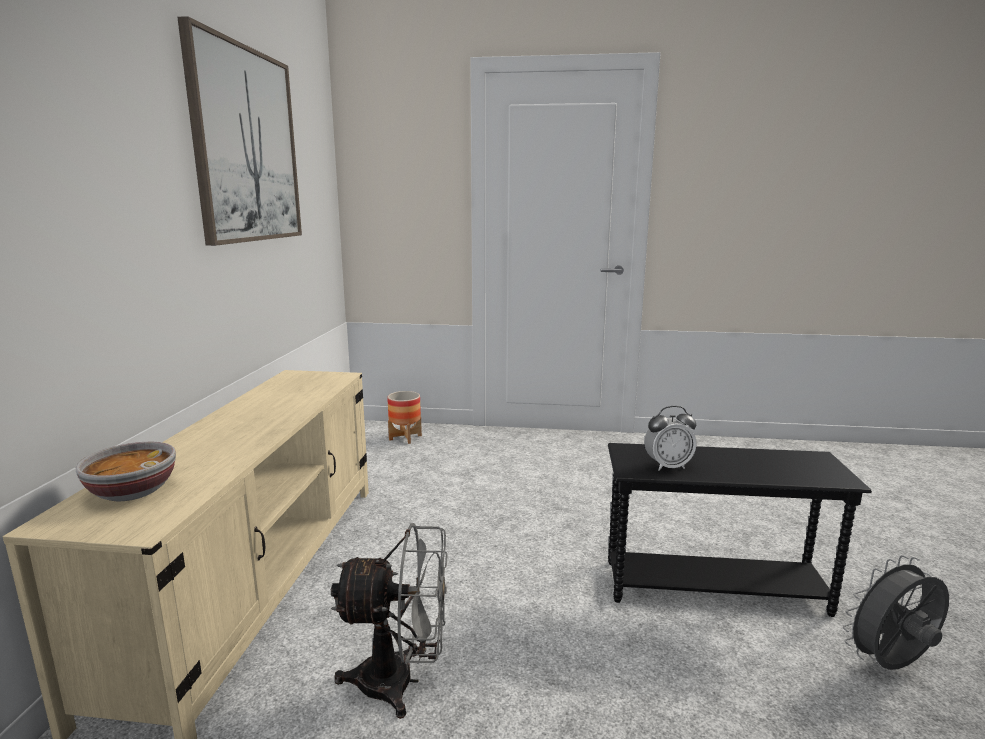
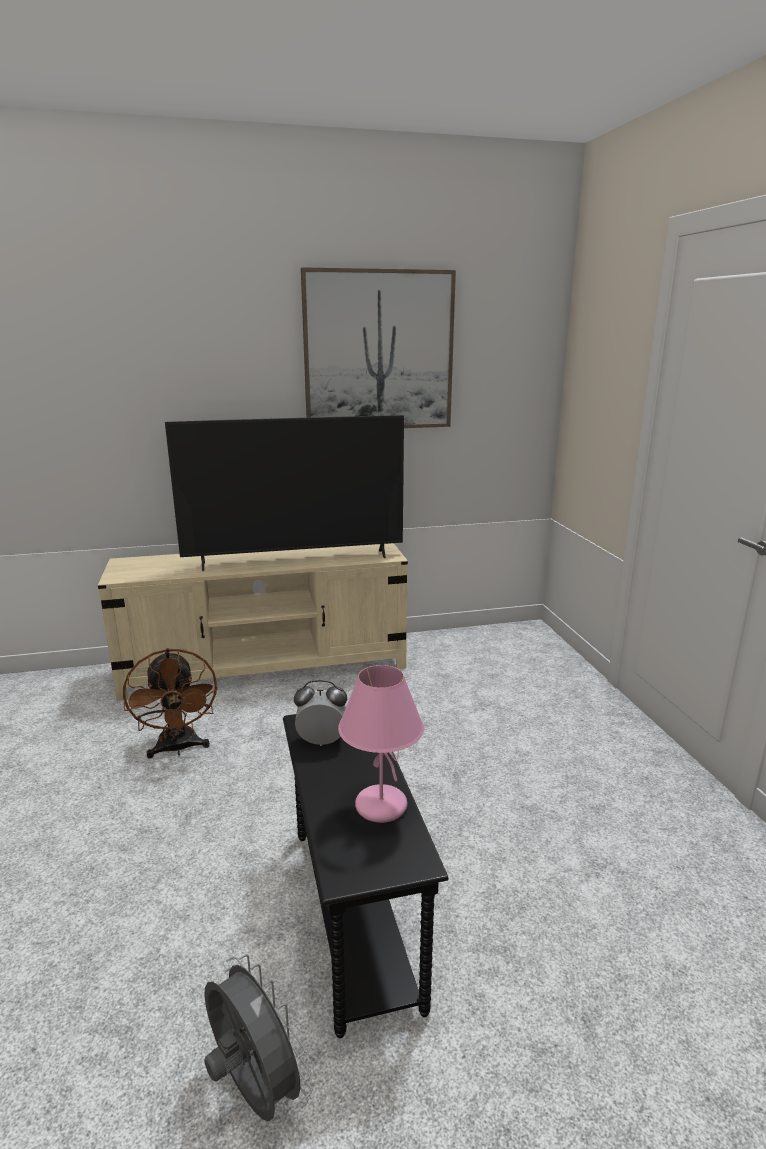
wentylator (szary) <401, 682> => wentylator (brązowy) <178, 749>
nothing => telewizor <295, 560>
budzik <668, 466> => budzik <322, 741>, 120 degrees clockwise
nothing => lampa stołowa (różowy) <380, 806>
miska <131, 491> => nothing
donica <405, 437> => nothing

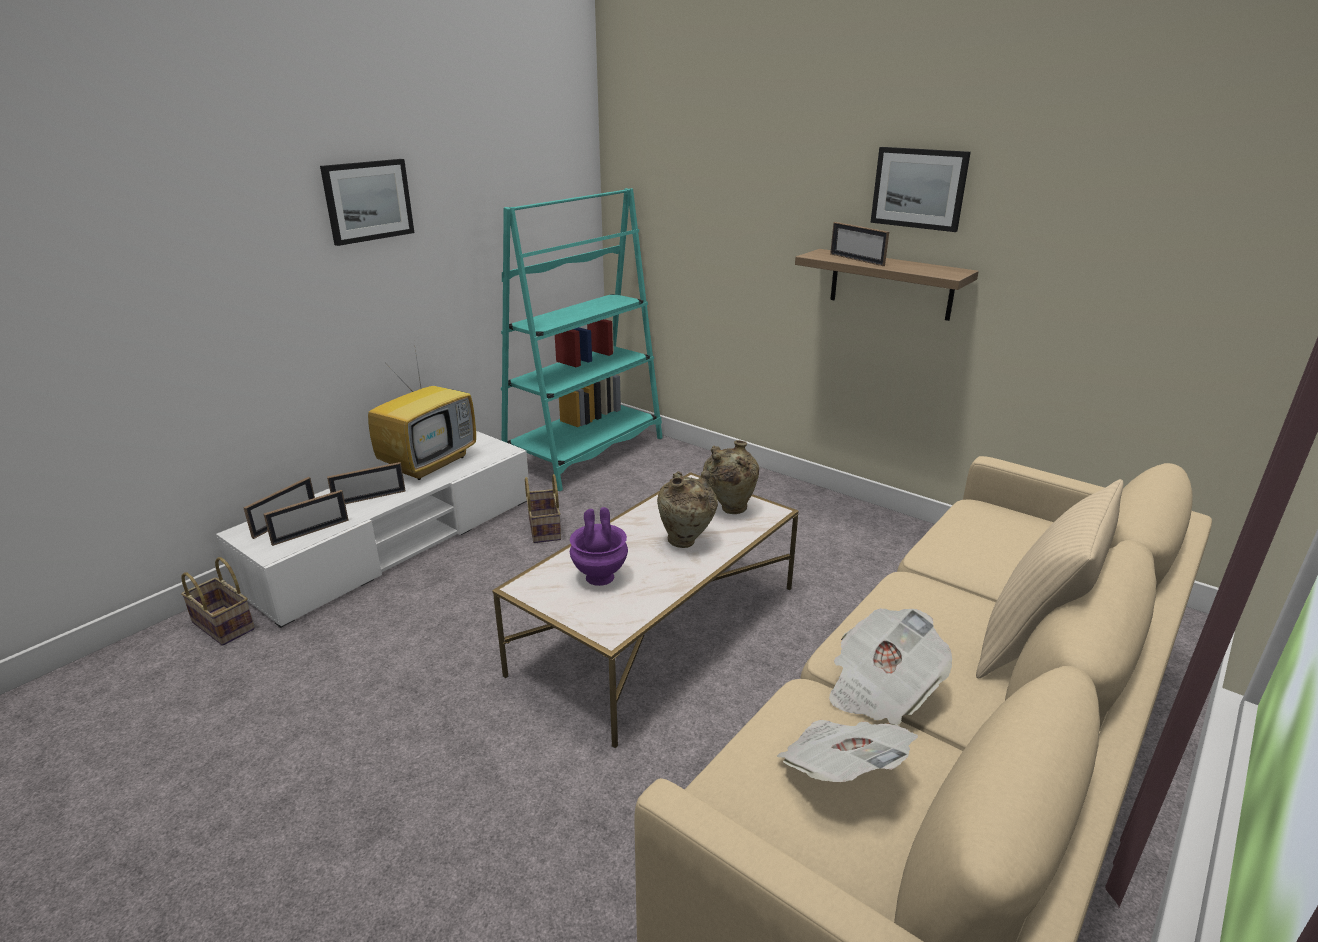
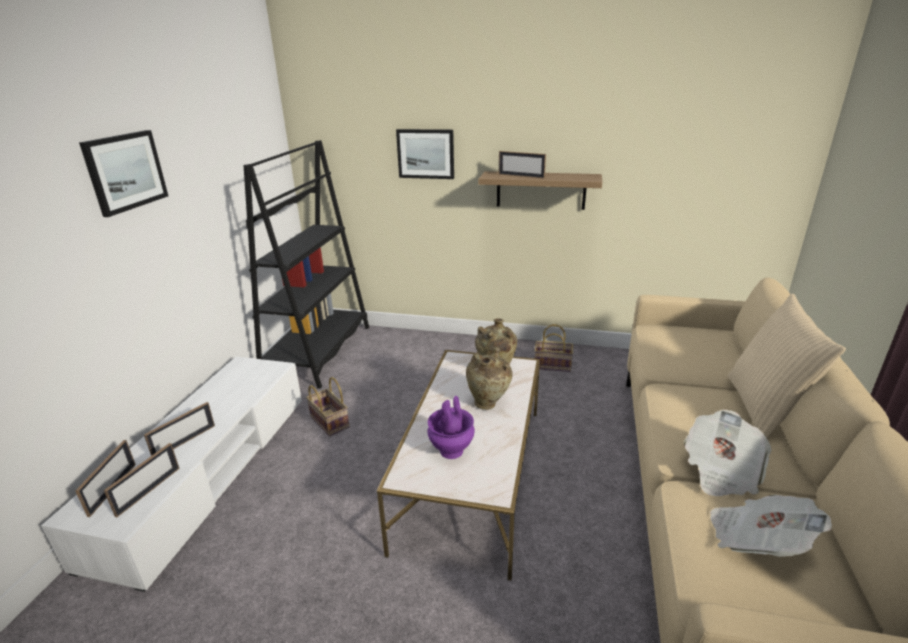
regał (turkusowy) <585, 453> => regał (czarny) <319, 353>
obraz <919, 188> => obraz <426, 154>, move
koszyk <225, 626> => koszyk <553, 365>, move
telewizor <430, 463> => nothing

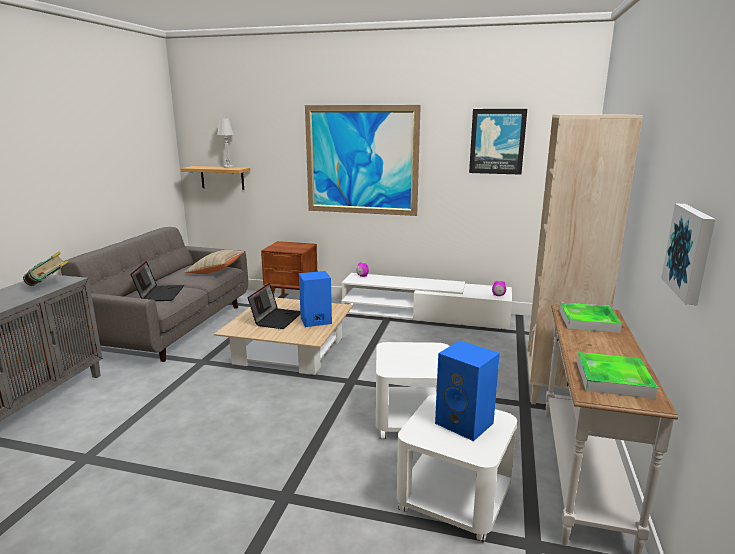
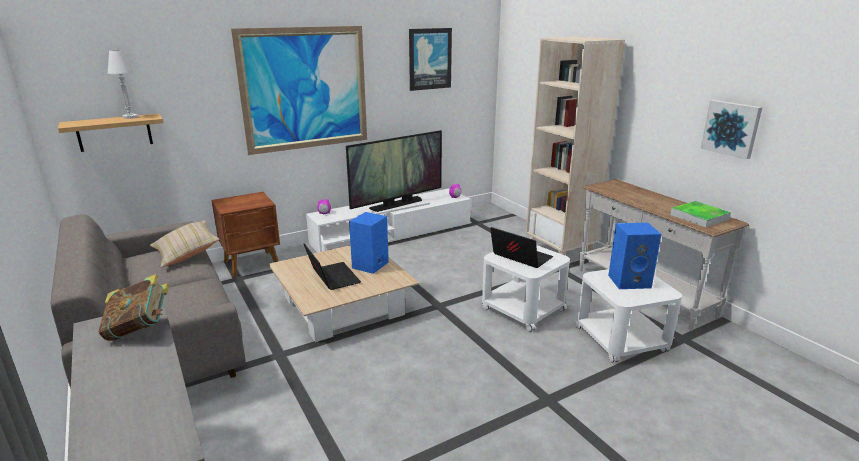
nothing => telewizor <397, 204>
laptop <160, 294> => laptop <519, 257>, move
taca <588, 321> => nothing

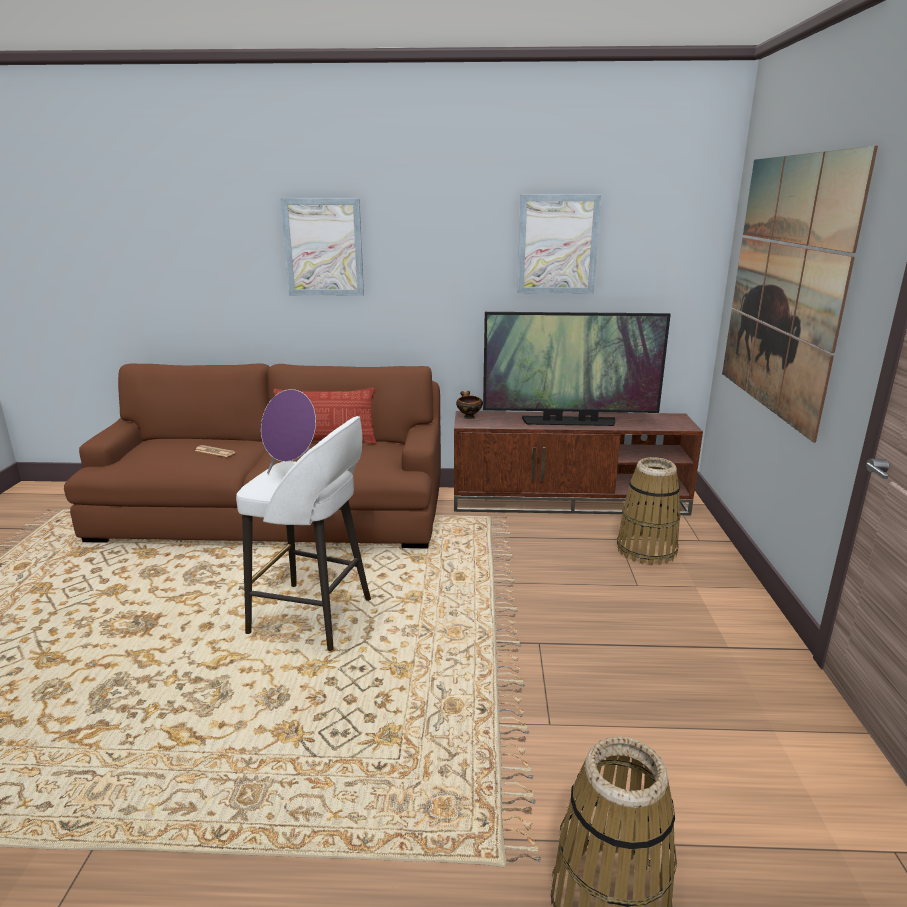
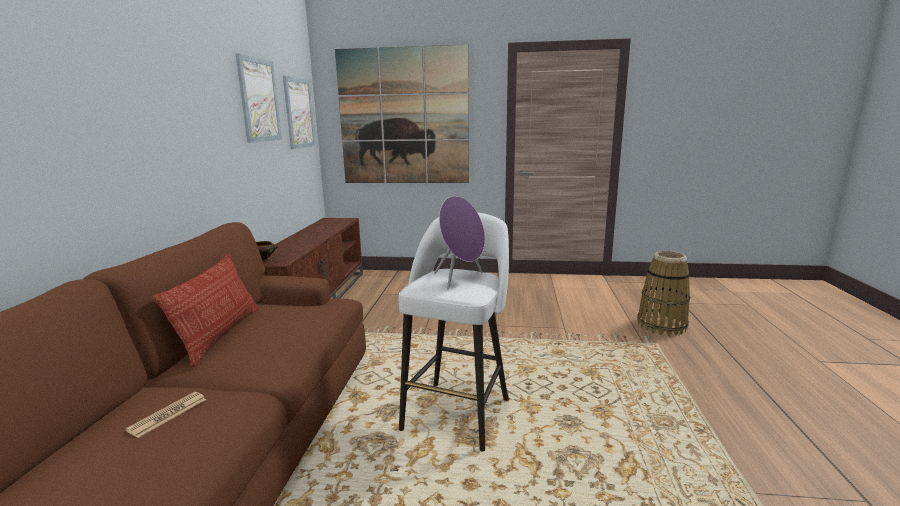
obraz <323, 247> => obraz <299, 113>, move
telewizor <569, 422> => nothing
koszyk <646, 550> => nothing

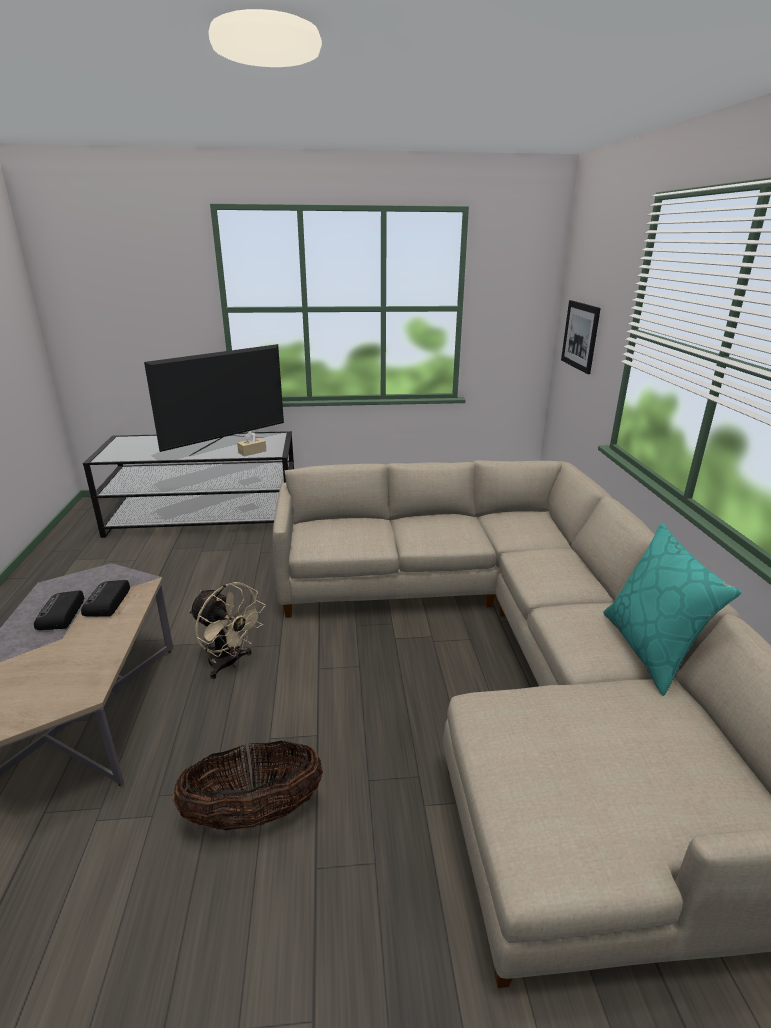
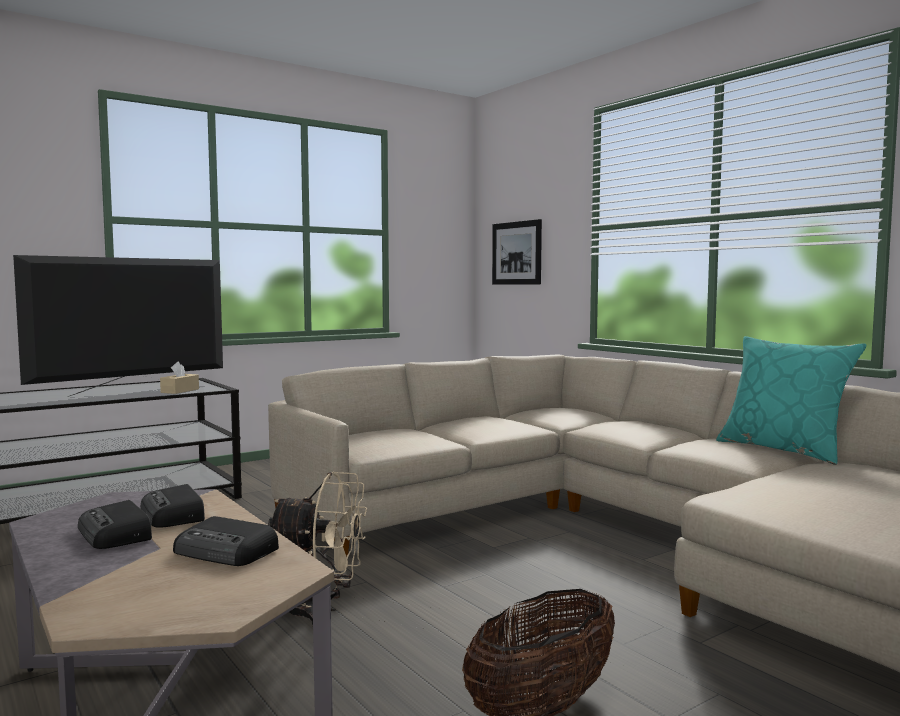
telewizor <227, 446> => telewizor <132, 391>, 150 degrees counterclockwise
nothing => radio <227, 552>

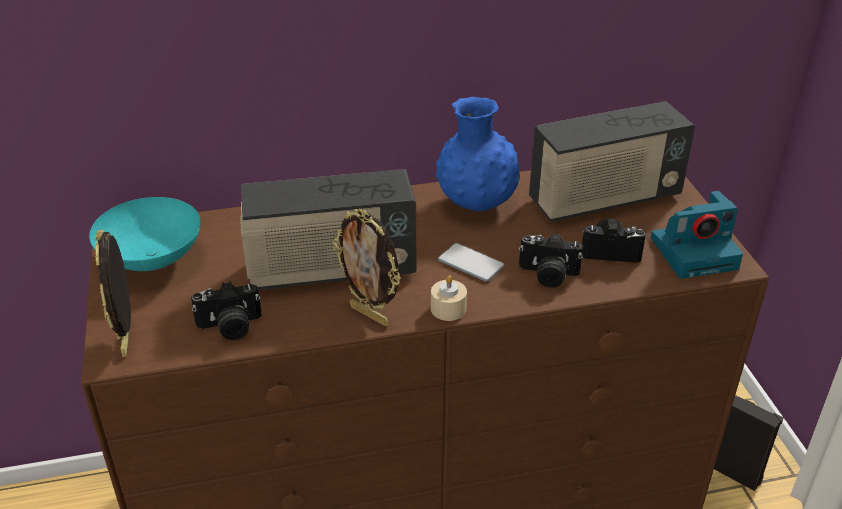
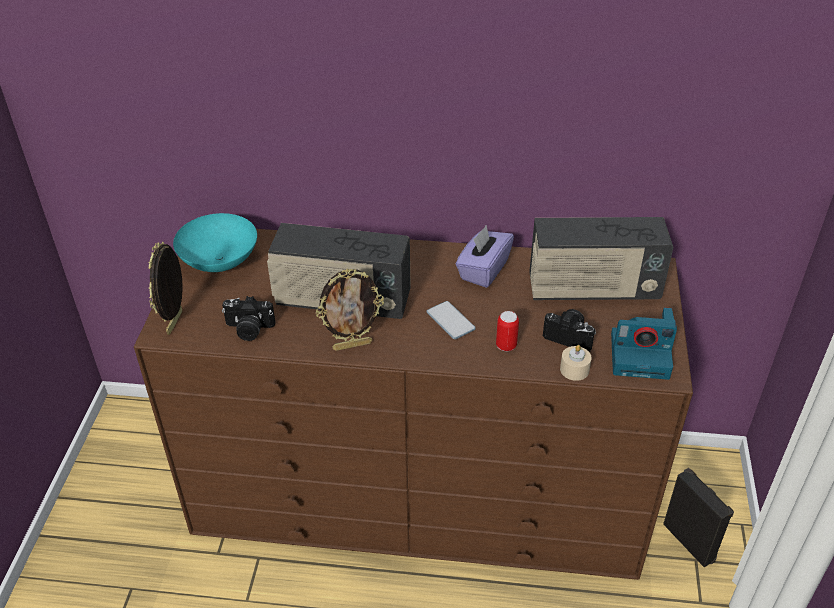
ramka na zdjęcie <370, 315> => ramka na zdjęcie <352, 345>, 75 degrees counterclockwise
wazon (niebieski) <476, 204> => pudełko chusteczek (fioletowy) <483, 270>
aparat fotograficzny <548, 275> => puszka <506, 345>
świeca (beżowy) <448, 309> => świeca (beżowy) <574, 369>, move

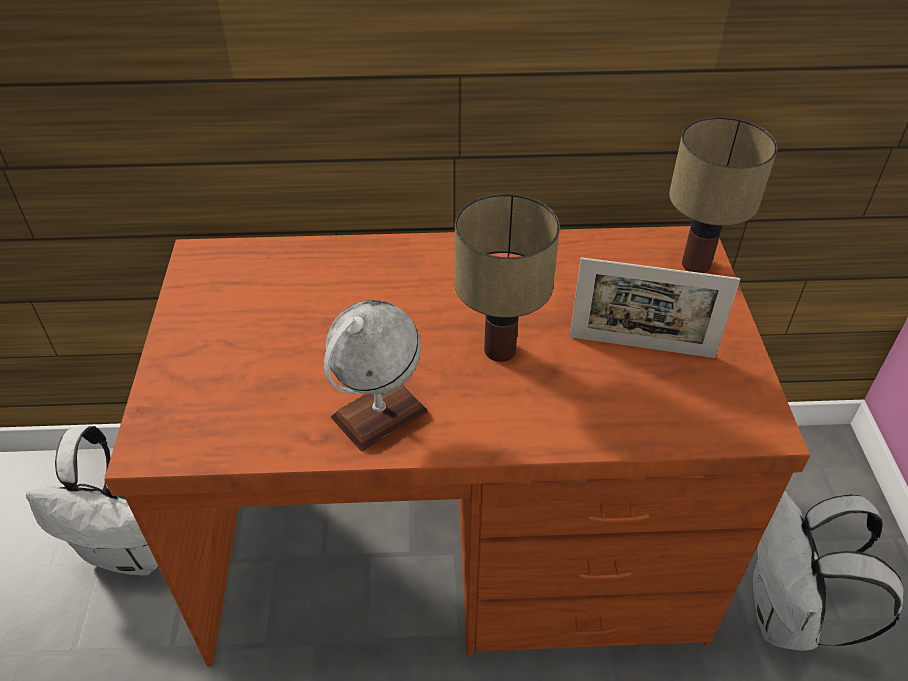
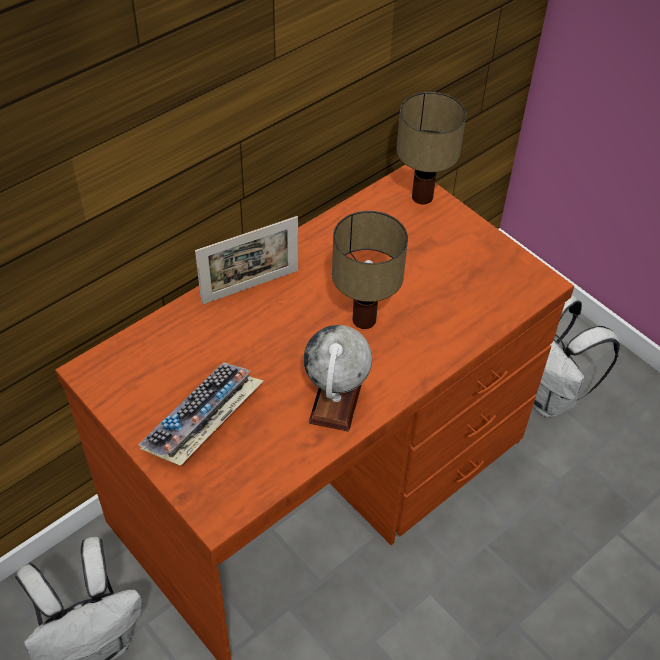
nothing => klawiatura <202, 422>
ramka na zdjęcie <641, 347> => ramka na zdjęcie <250, 287>, move

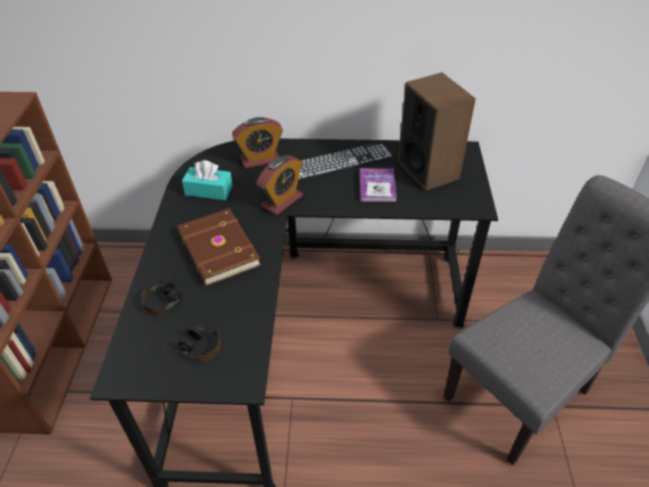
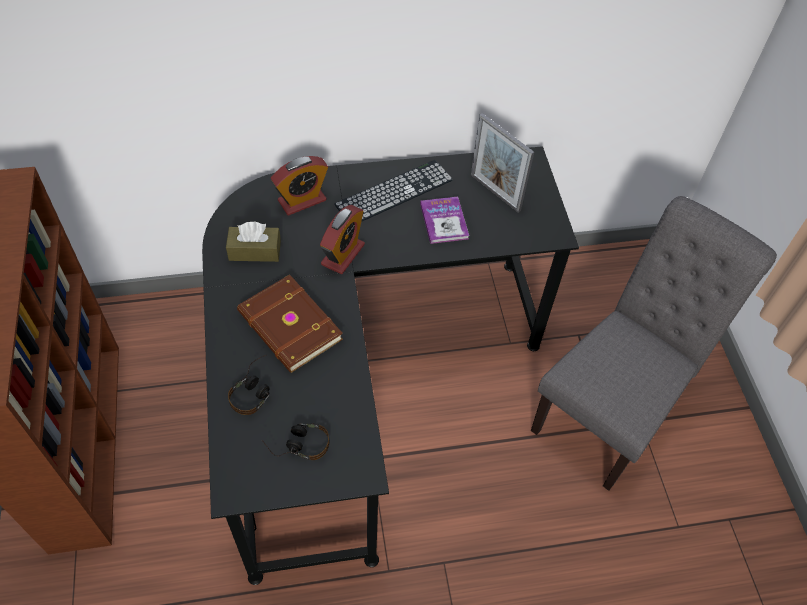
pudełko chusteczek (turkusowy) <209, 190> => pudełko chusteczek (brązowy) <255, 251>
głośnik <428, 170> => ramka na zdjęcie <495, 192>

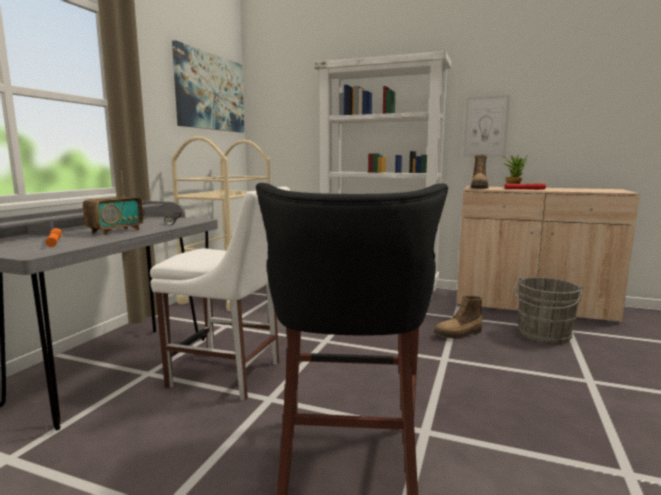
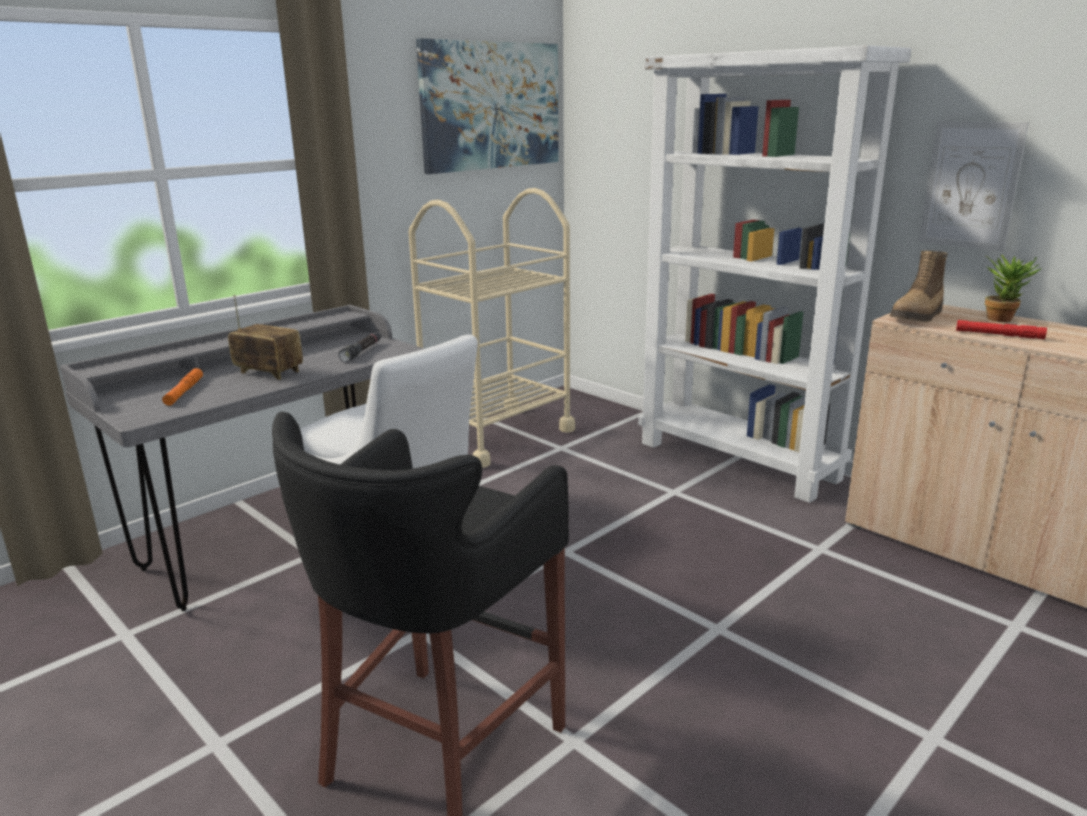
radio <115, 231> => radio <269, 372>, 120 degrees counterclockwise
but z cholewką <459, 334> => nothing
wiadro (szary) <543, 335> => nothing

